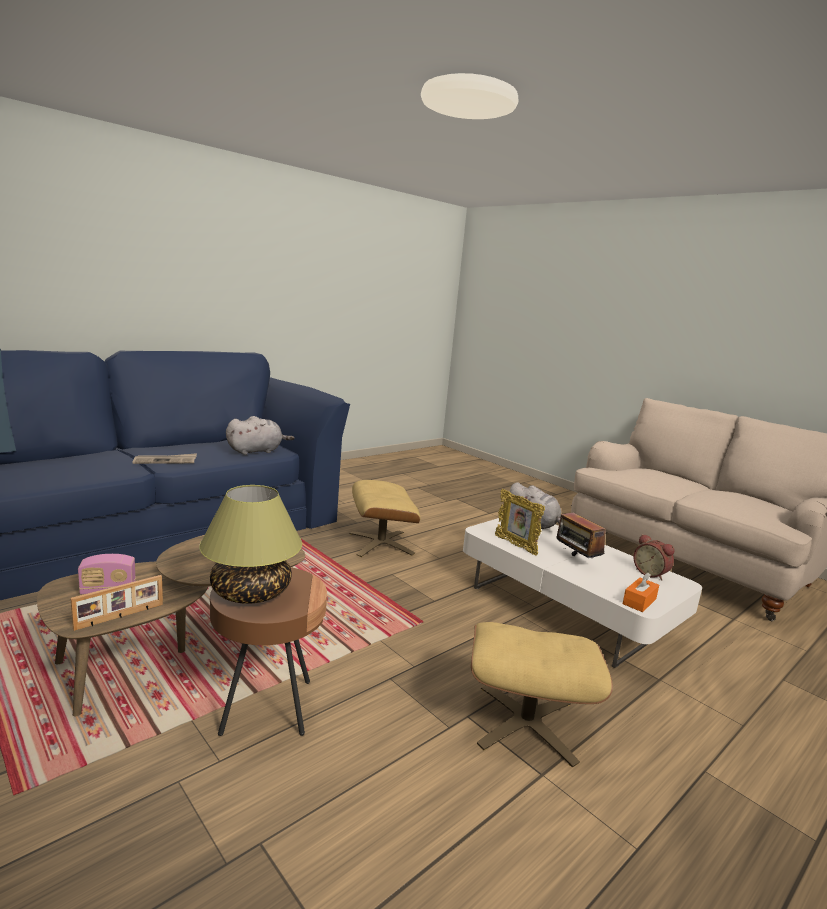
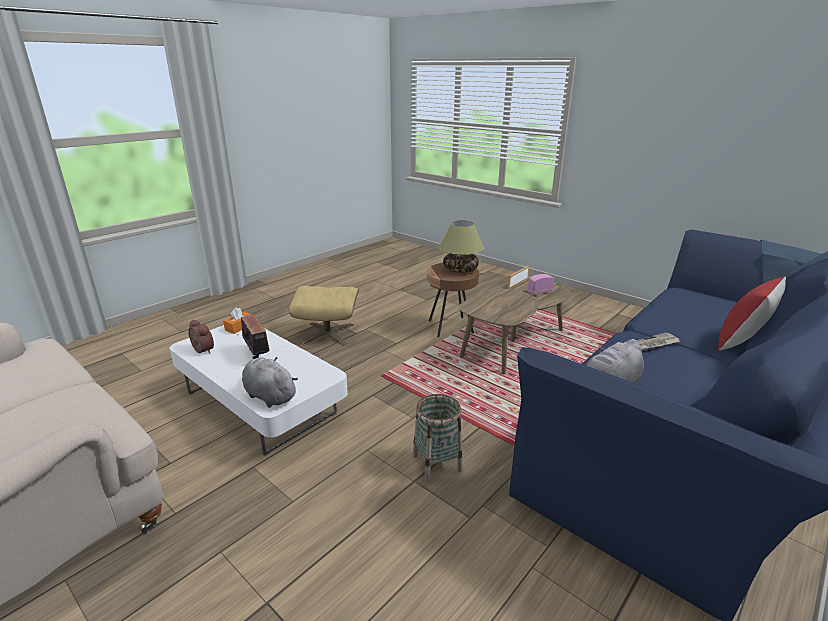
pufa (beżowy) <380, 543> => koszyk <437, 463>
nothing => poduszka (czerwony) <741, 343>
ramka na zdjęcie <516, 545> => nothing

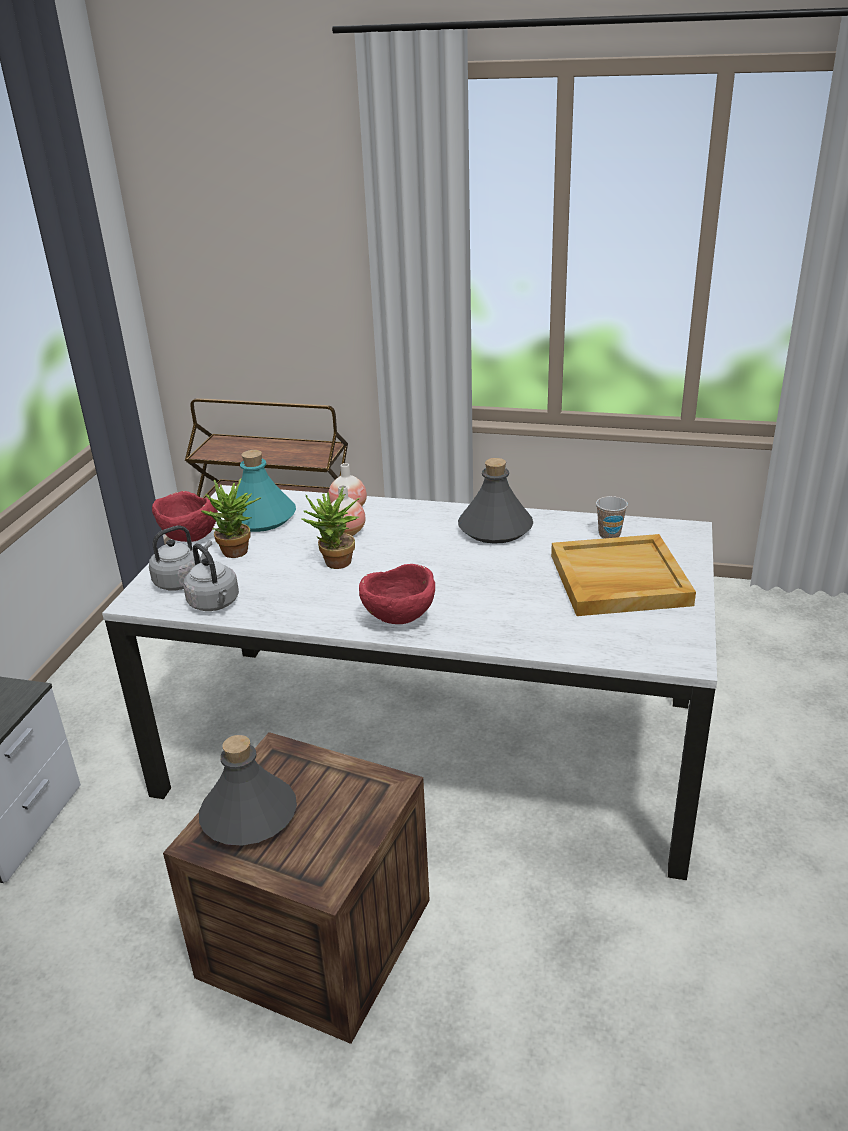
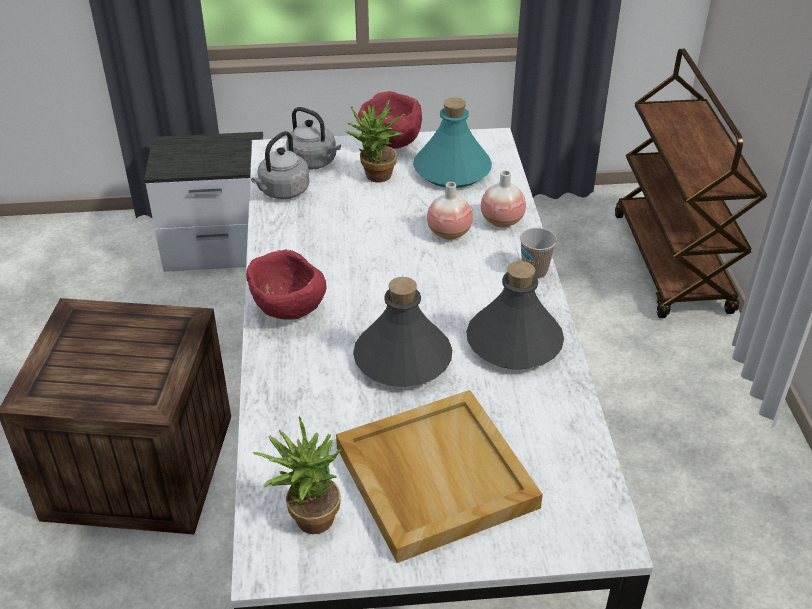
roślina doniczkowa <335, 565> => roślina doniczkowa <306, 518>, move
butelka (szary) <248, 816> => butelka (szary) <402, 359>, move
filiżanka <609, 535> => filiżanka <534, 271>, move

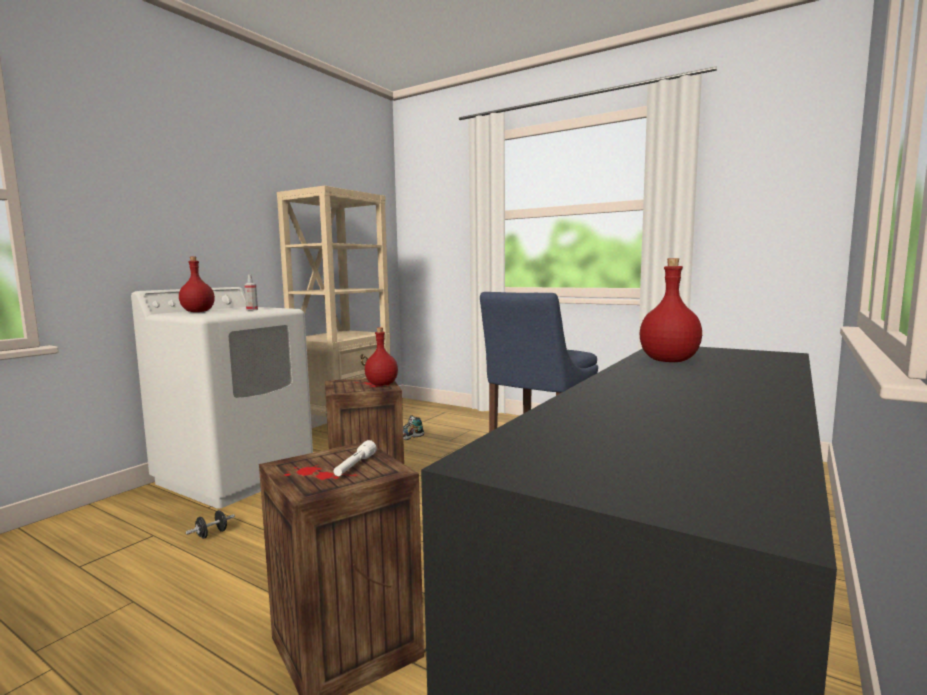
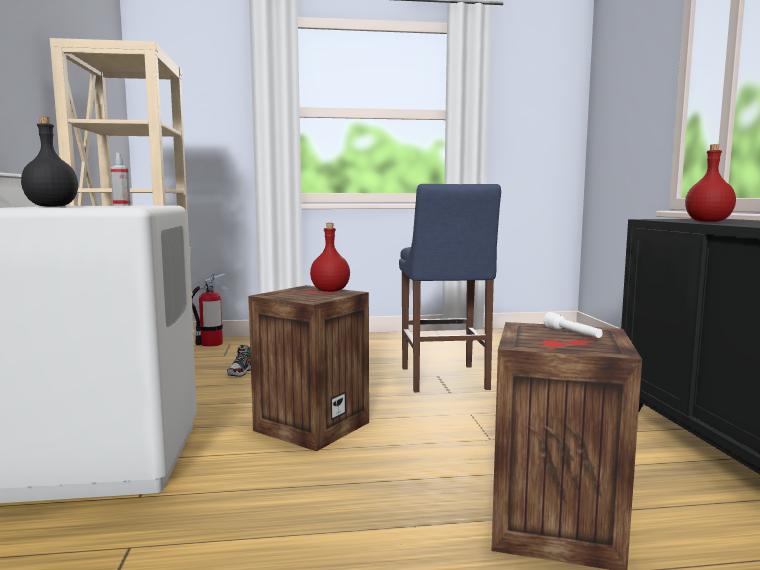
butelka (czerwony) <197, 312> => butelka (czarny) <51, 206>
nothing => gaśnica <211, 344>
hantel (czarny) <212, 534> => nothing

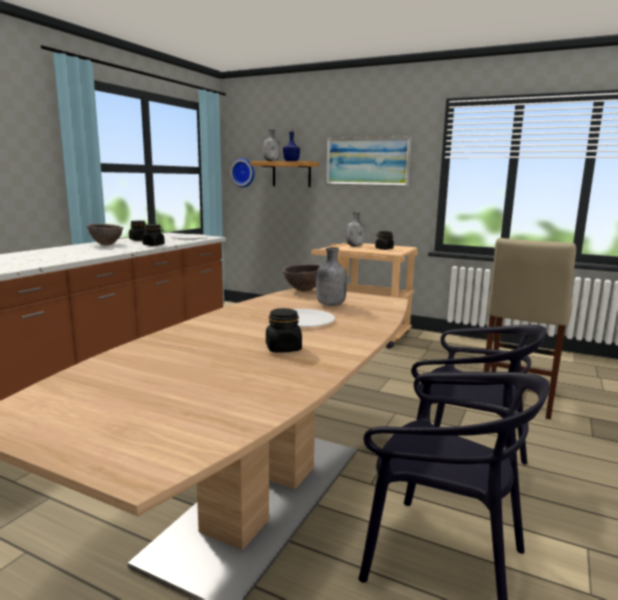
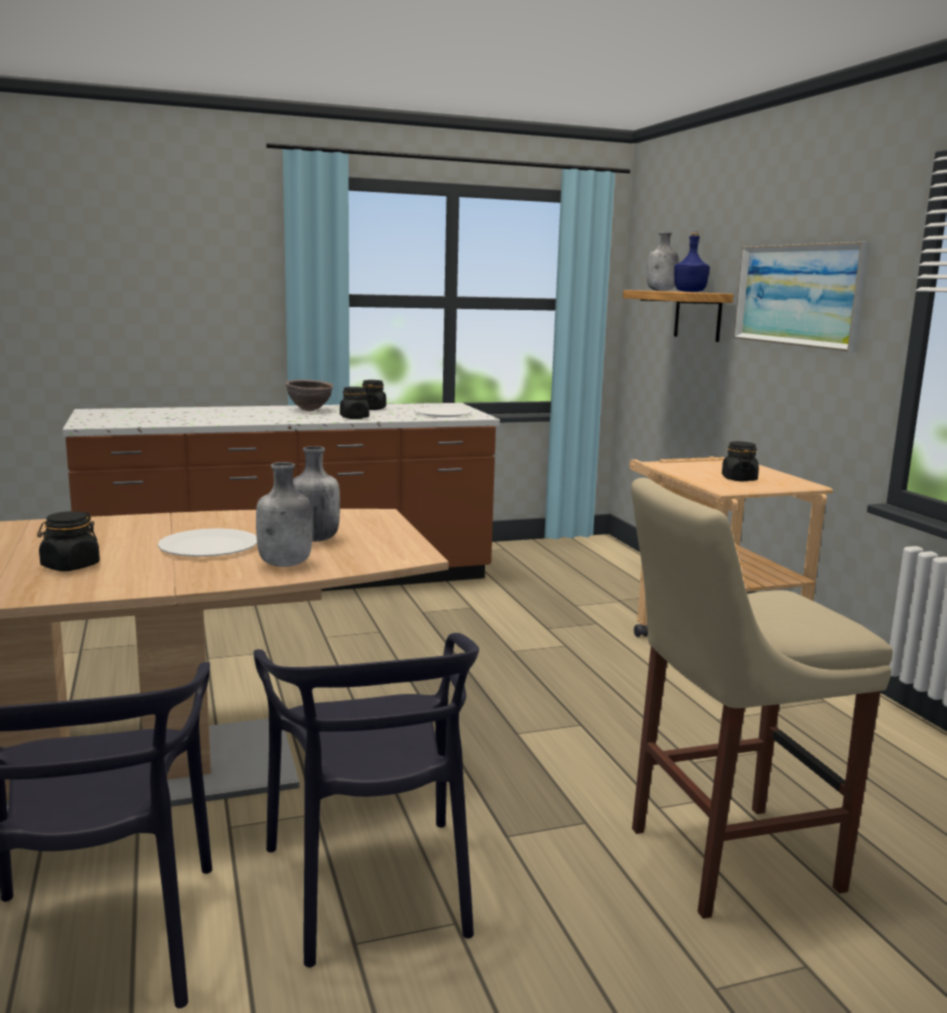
butelka (szary) <355, 246> => butelka (szary) <286, 564>, move
zegar ścienny <243, 172> => nothing
miska (brązowy) <303, 291> => nothing

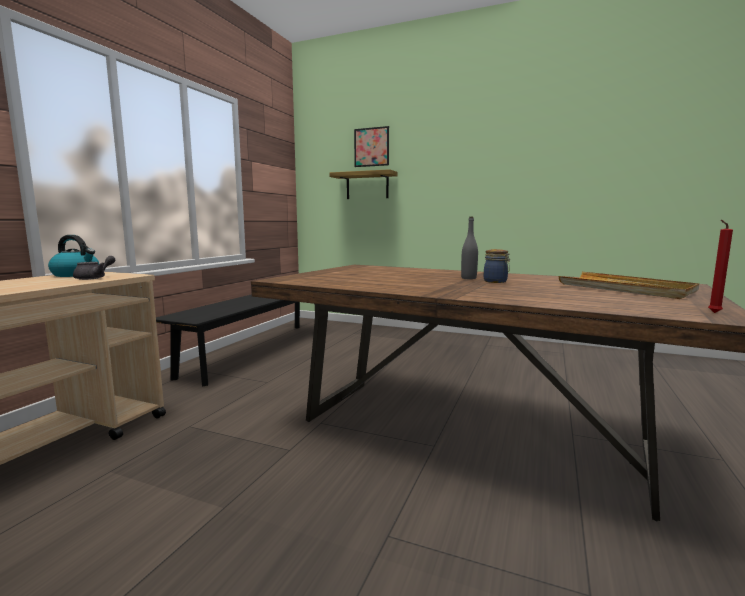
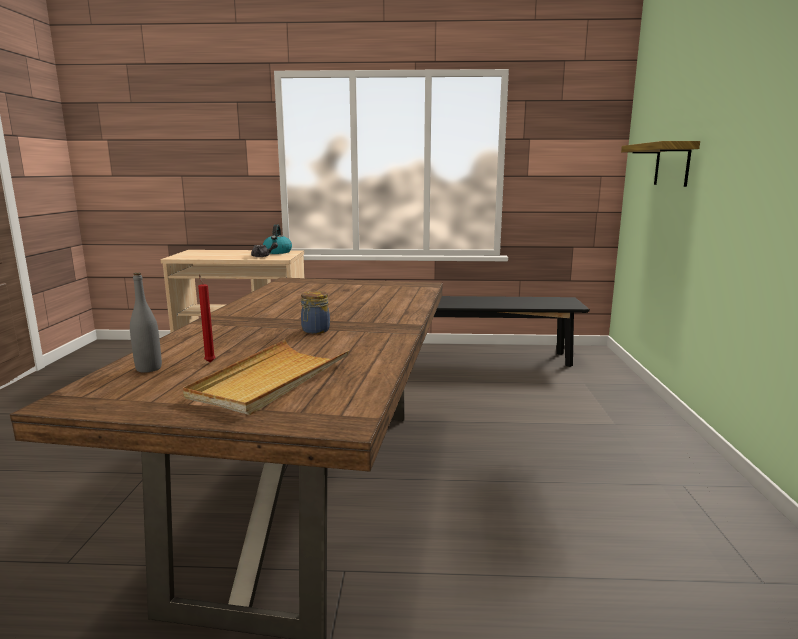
butelka (szary) <468, 278> => butelka (szary) <149, 368>, move
świeca (czerwony) <712, 313> => świeca (czerwony) <209, 362>, move
obraz <371, 147> => nothing

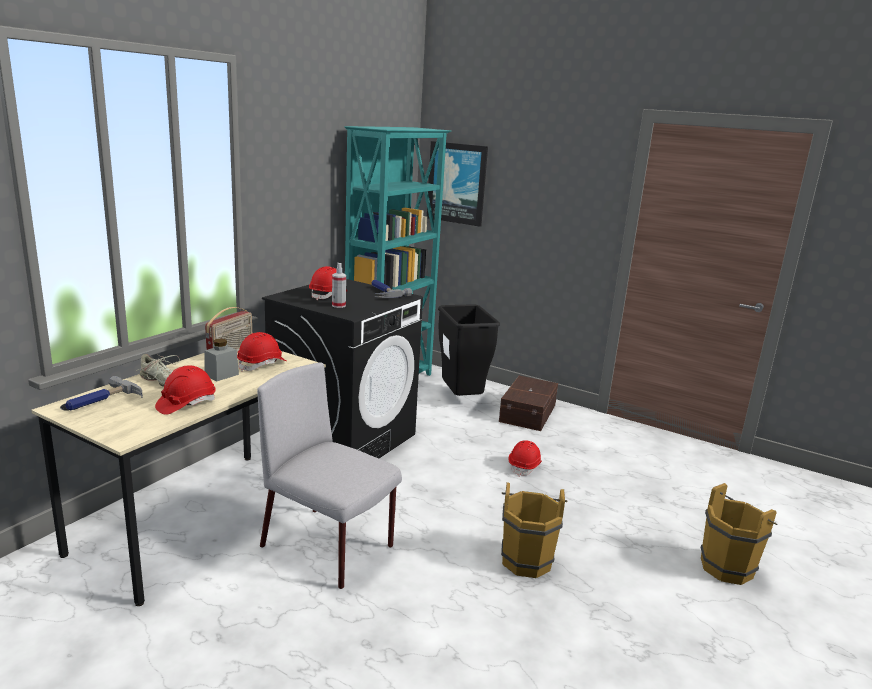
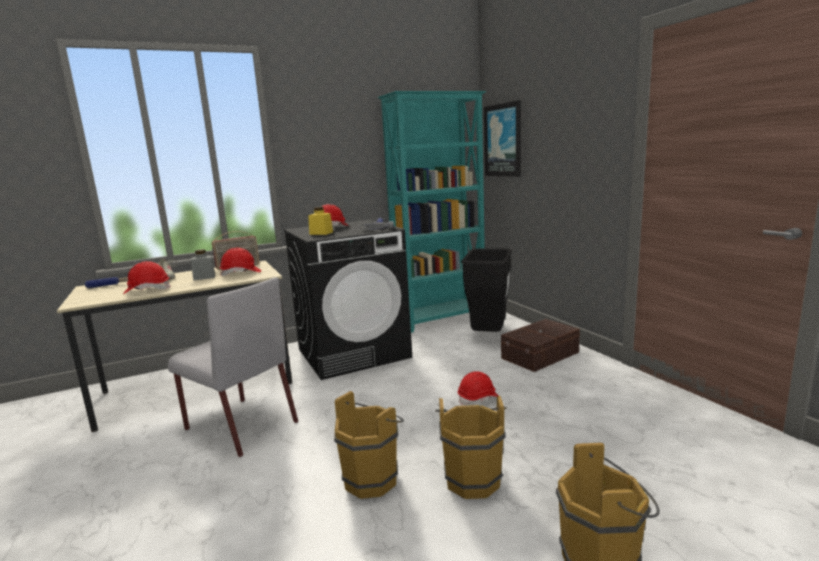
krzesło (szary) <329, 547> => krzesło (szary) <240, 425>, 150 degrees clockwise
spryskiwacz <338, 305> => słoik (żółty) <321, 233>
nothing => wiadro (brązowy) <472, 478>

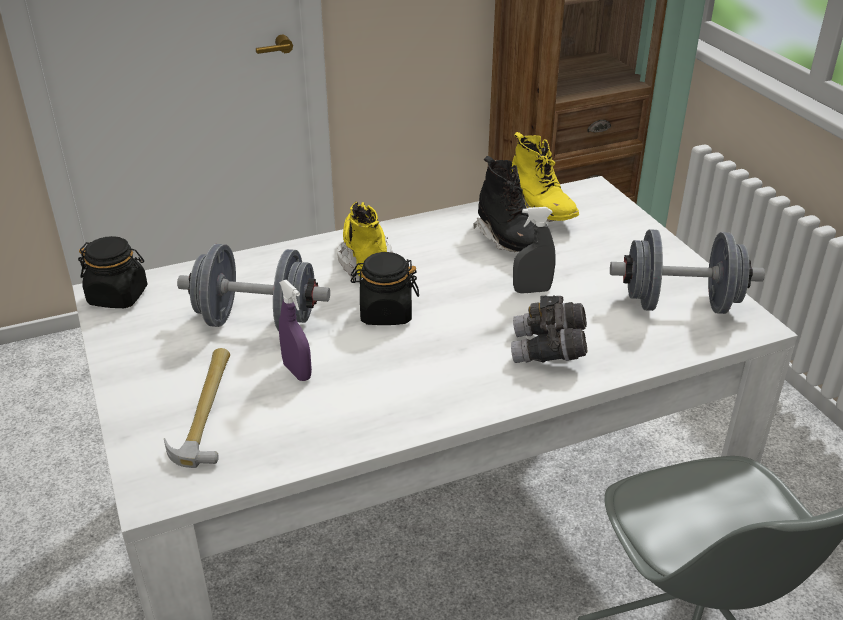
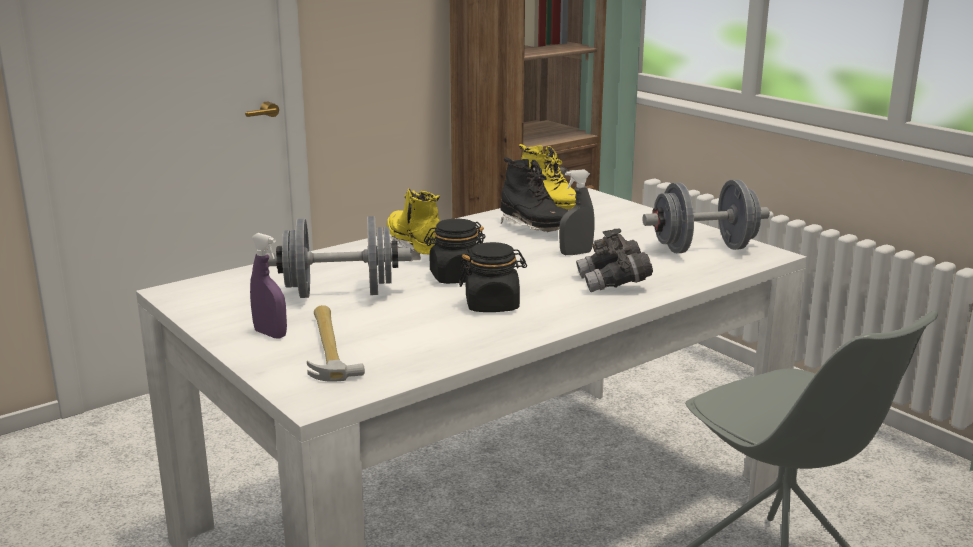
spryskiwacz (fioletowy) <297, 371> => spryskiwacz (fioletowy) <270, 334>, move
słoik (czarny) <118, 296> => słoik (czarny) <492, 305>, move

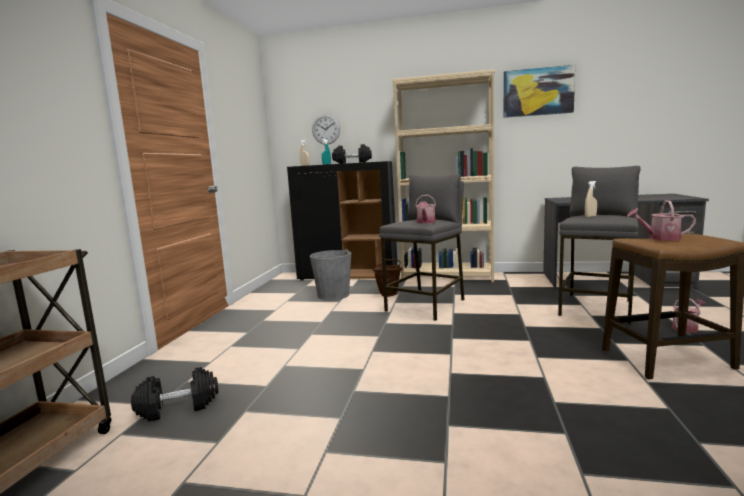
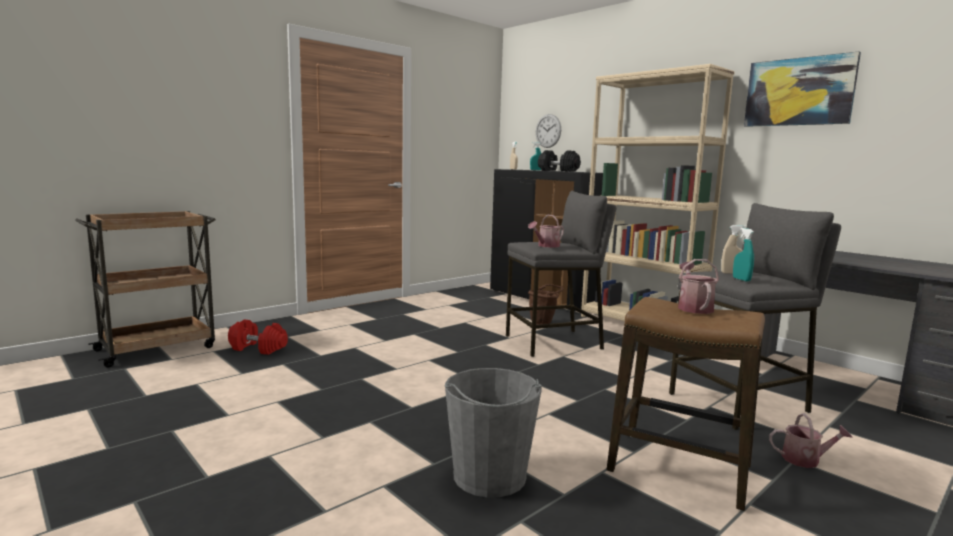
hantel (czarny) <178, 407> => hantel (czerwony) <258, 348>
wiadro (szary) <333, 295> => wiadro (szary) <489, 476>, move
konewka <660, 238> => konewka <693, 307>, 45 degrees clockwise
nothing => spryskiwacz (turkusowy) <741, 279>

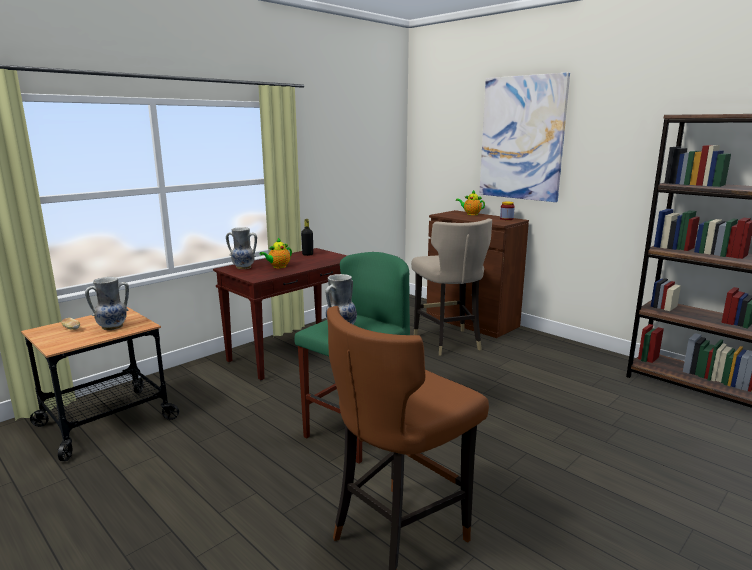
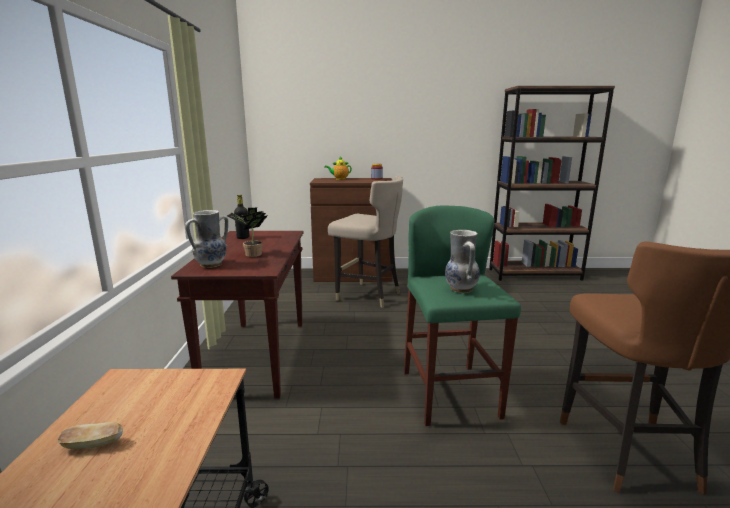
imbryk <278, 267> => roślina doniczkowa <251, 254>
wazon <112, 327> => nothing
obraz <522, 138> => nothing

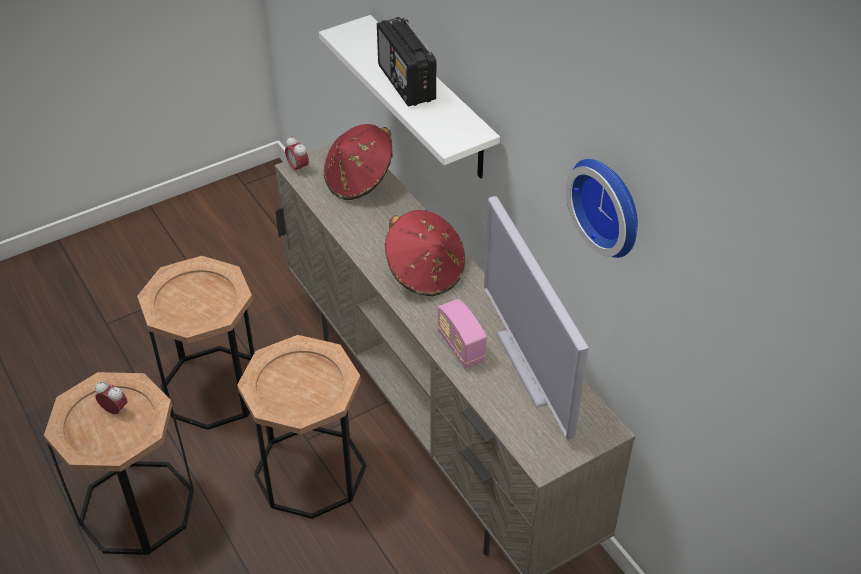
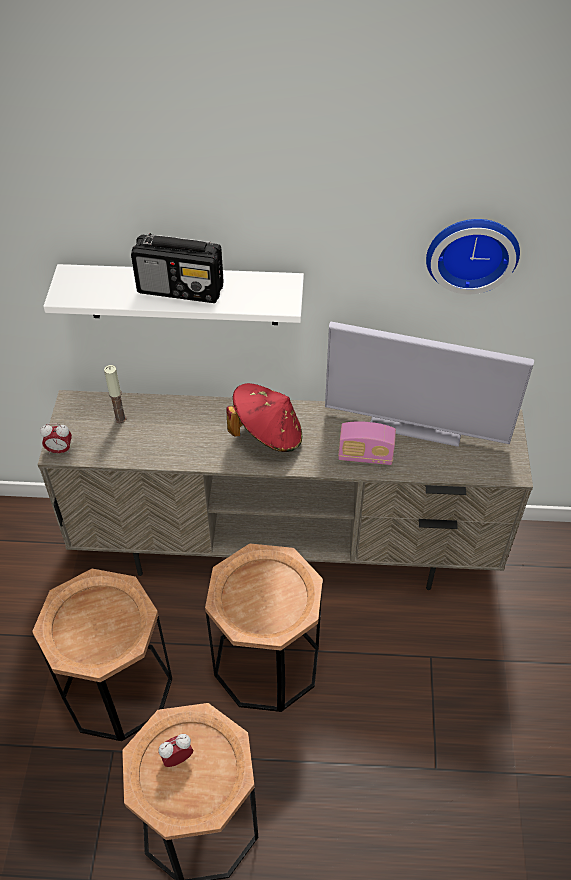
kapelusz (czerwony) <359, 181> => świeca <120, 418>

